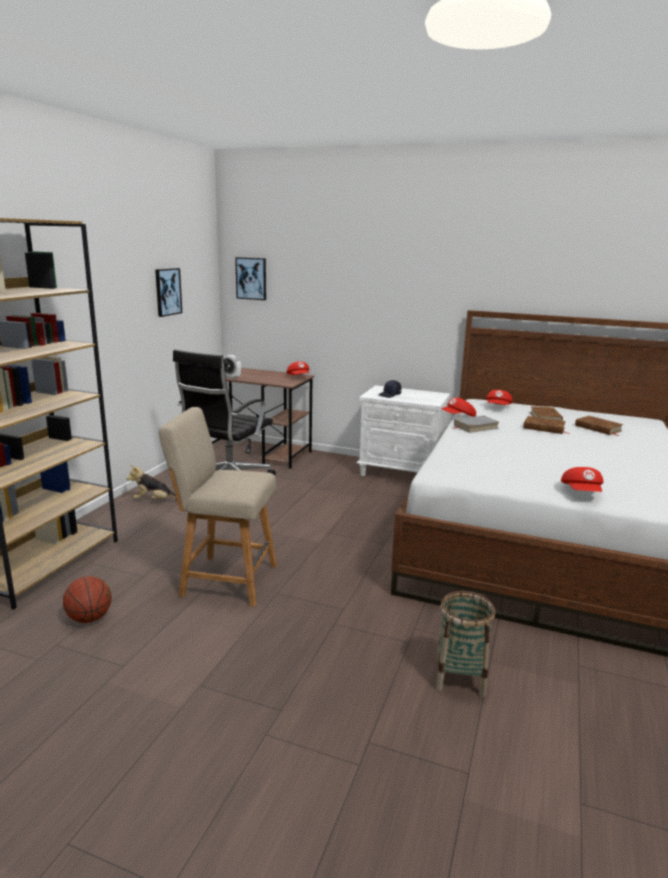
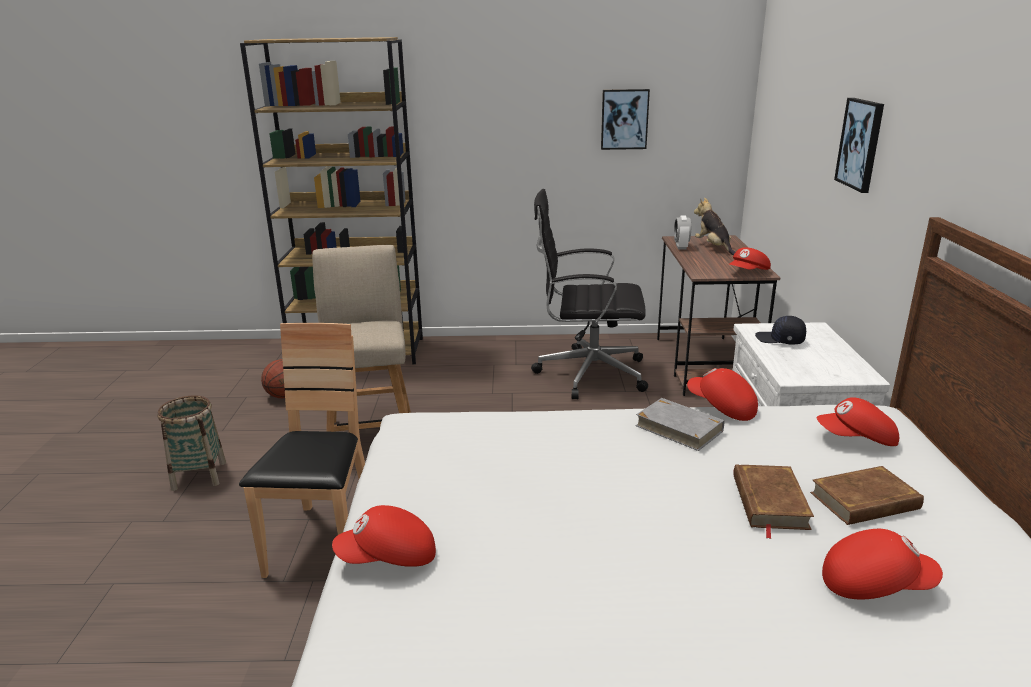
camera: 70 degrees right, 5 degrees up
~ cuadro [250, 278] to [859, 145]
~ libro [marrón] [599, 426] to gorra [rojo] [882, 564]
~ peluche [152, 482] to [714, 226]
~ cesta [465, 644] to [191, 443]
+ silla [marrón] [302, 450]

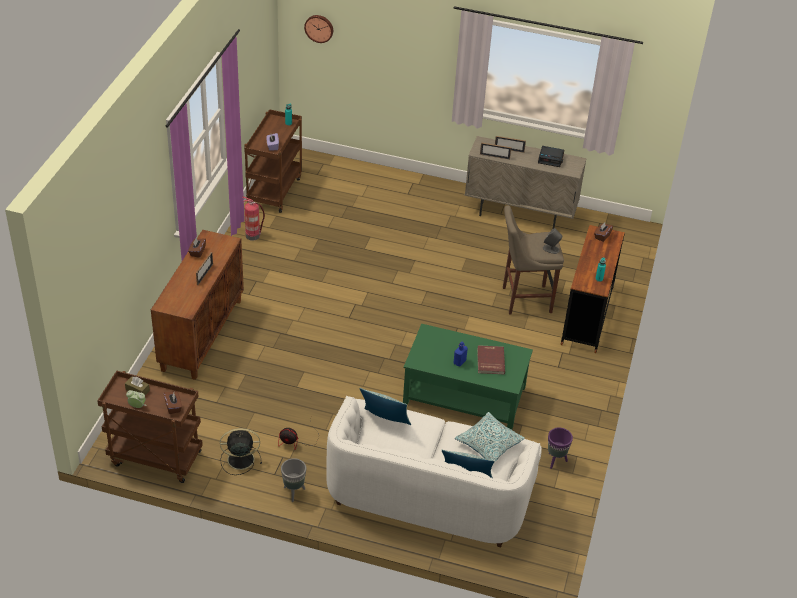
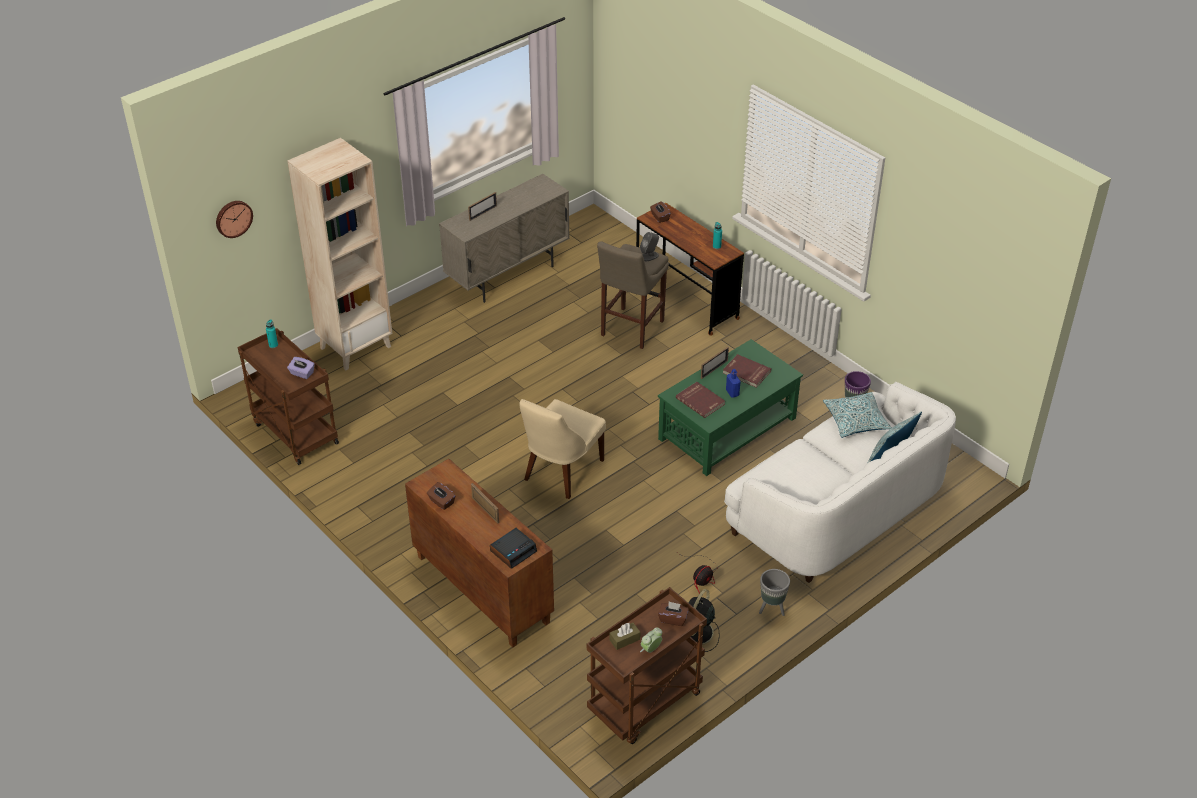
camera: 55 degrees left, 0 degrees up
~ portarretratos [495, 151] to [715, 363]
~ despertador [551, 156] to [513, 548]
- extintor [253, 219]
- cojín [385, 406]
+ estantería [beis] [339, 254]
+ libro [rojo] [700, 400]
+ silla [beis] [563, 449]

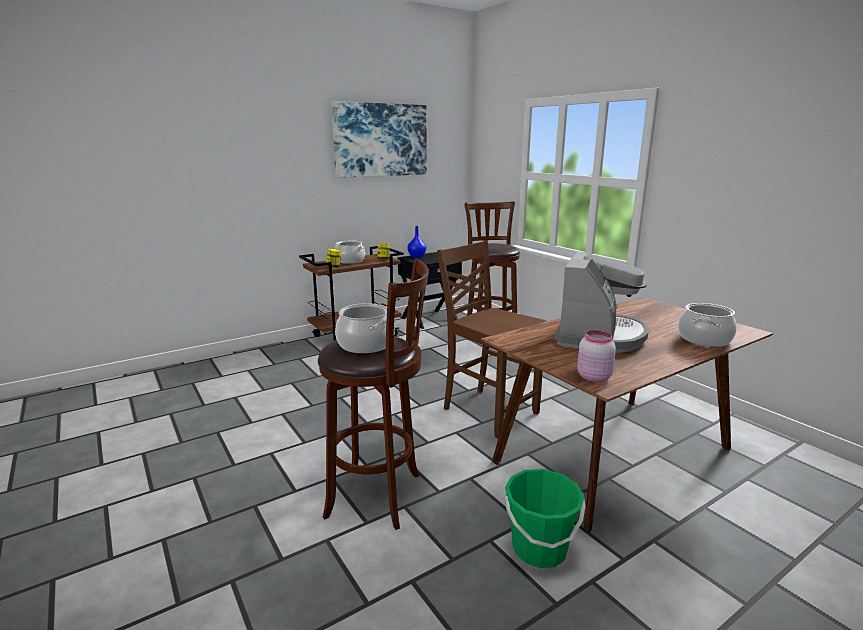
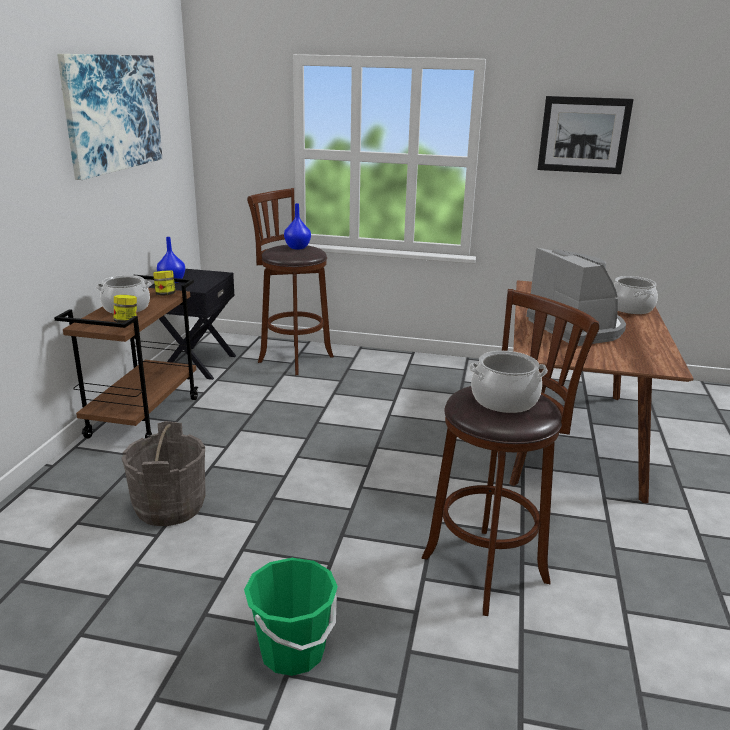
camera: 45 degrees left, 5 degrees up
- silla [marrón] [491, 339]
- tarro [rosa] [596, 356]
~ cubo [verde] [545, 518] to [291, 617]
+ cuadro [585, 135]
+ florero [azul] [297, 226]
+ cubo [gris] [163, 473]

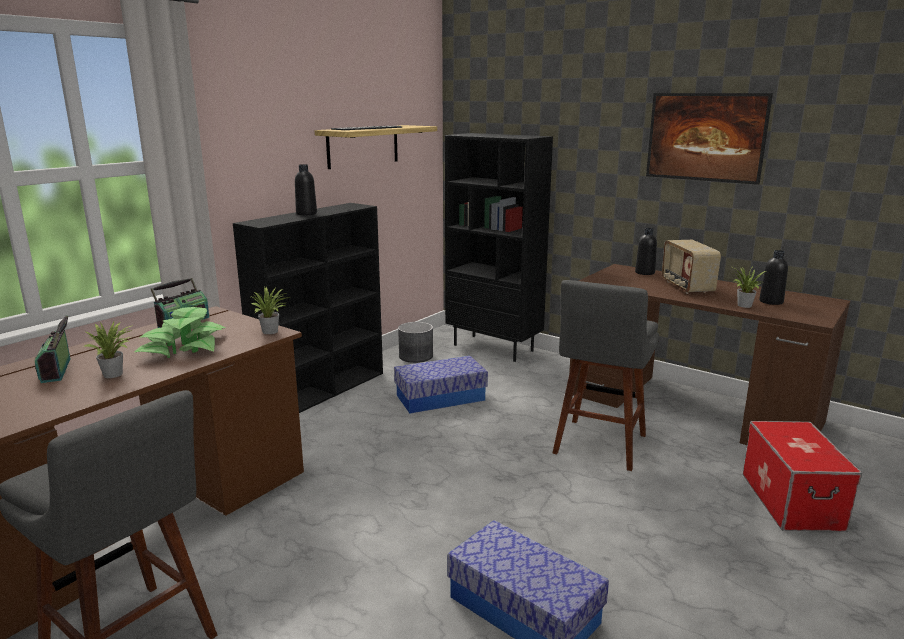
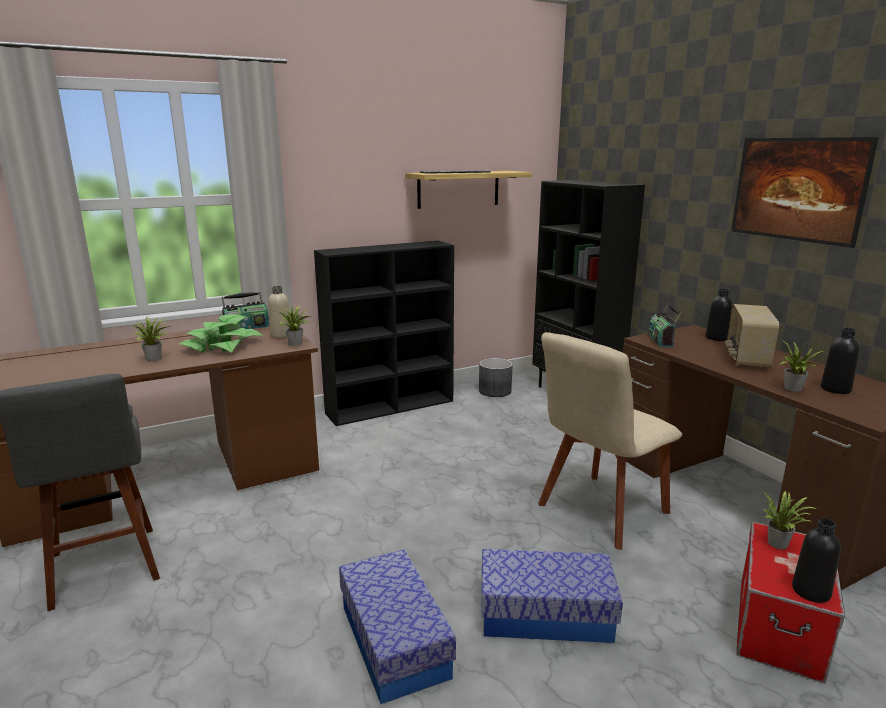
camera: 25 degrees right, 0 degrees up
~ botella [negro] [306, 190] to [816, 560]
~ taburete [gris] [605, 375] to silla [beis] [610, 441]
~ radio [52, 349] to [664, 325]
~ caja de almacenaje [441, 384] to [552, 596]
+ botella [beis] [279, 312]
+ planta en maceta [790, 520]

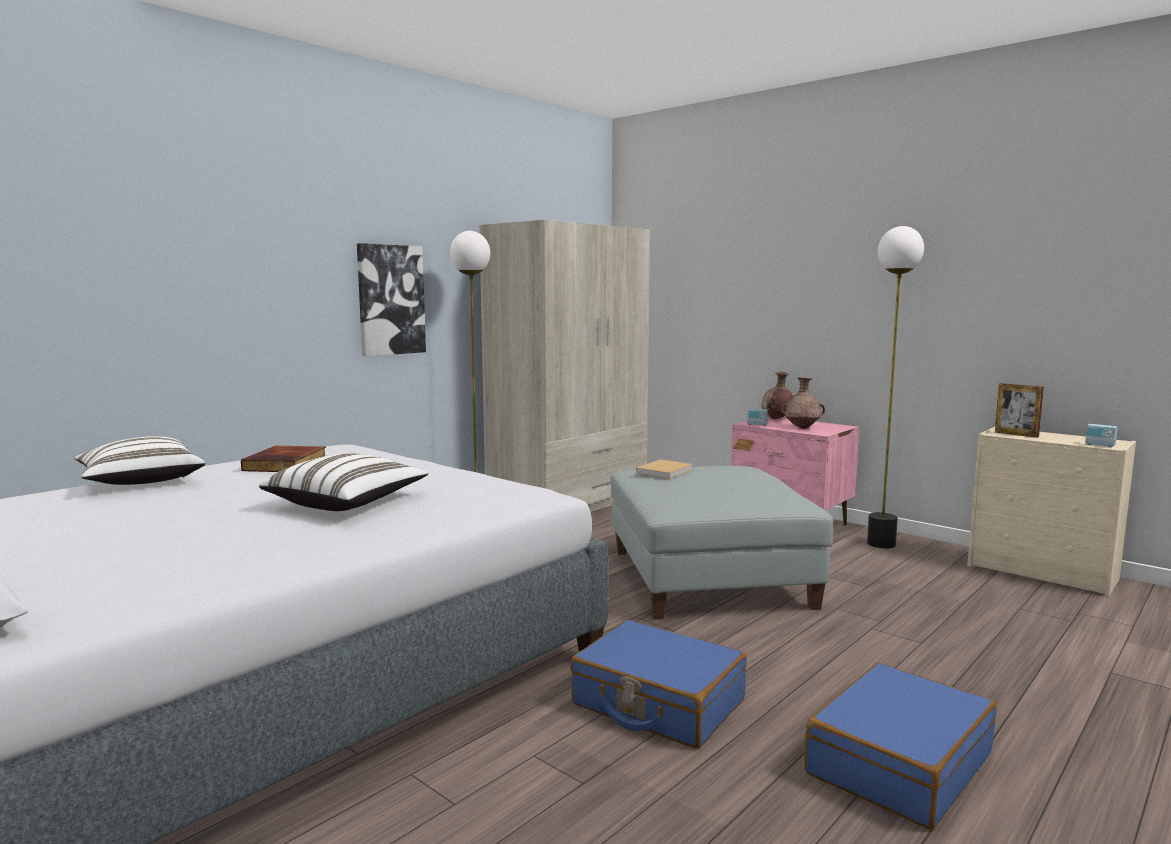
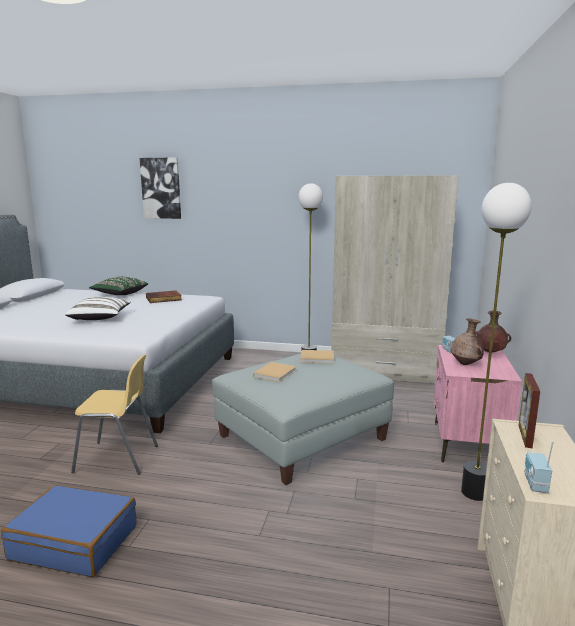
camera: 60 degrees right, 5 degrees up
~ cuadro [391, 299] to [160, 188]
~ cojín [blanco] [139, 460] to cojín [verde] [118, 286]
~ maleta [azul] [658, 684] to silla [amarillo] [114, 414]
+ libro [beis] [274, 372]

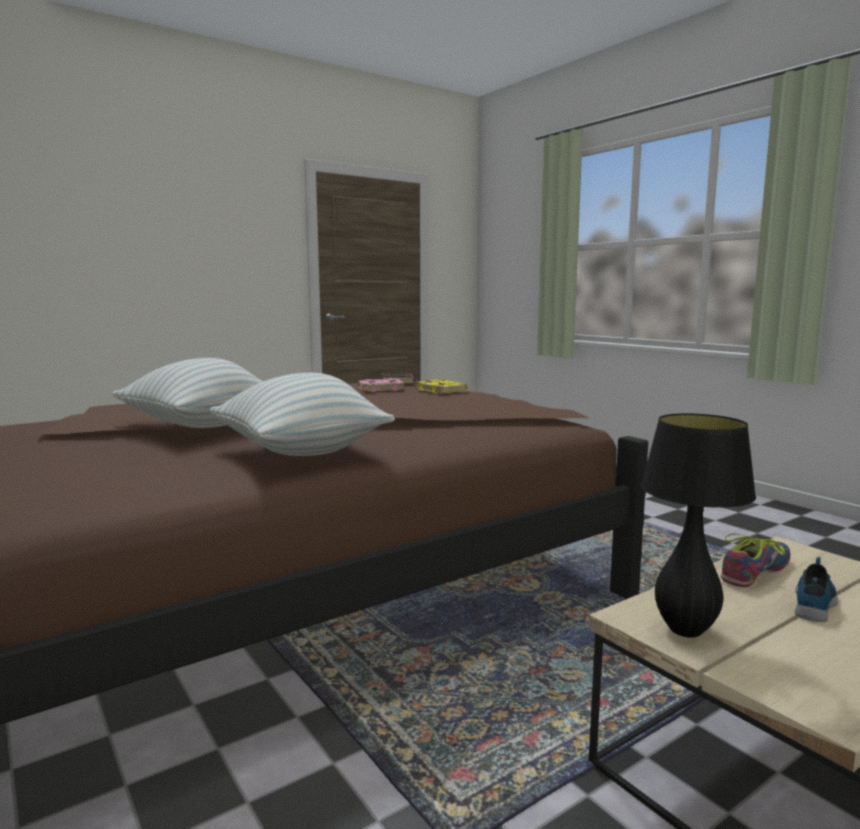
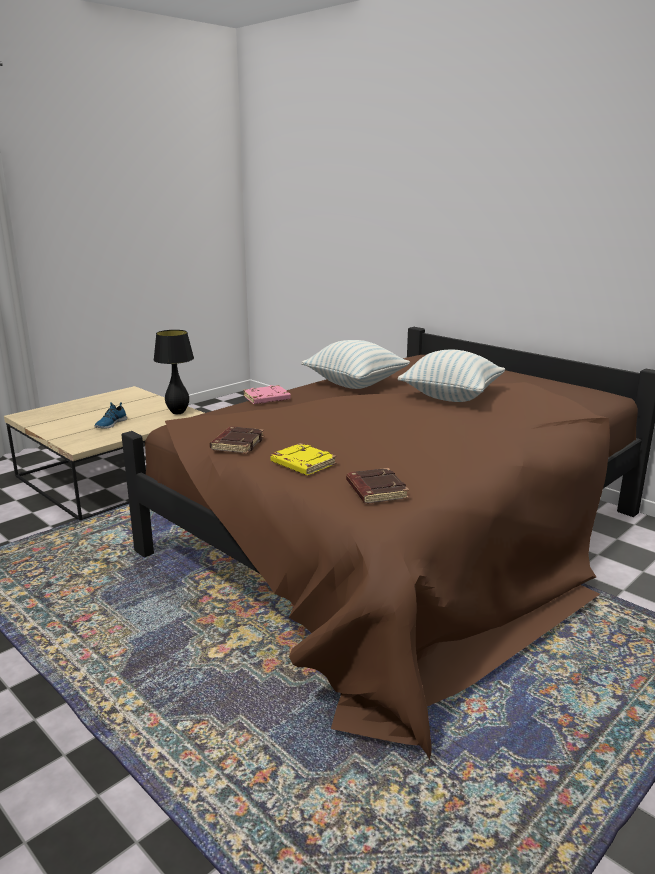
camera: 170 degrees right, 10 degrees up
~ libro [rosa] [381, 385] to [267, 394]
- zapato [756, 560]
+ libro [marrón] [237, 440]

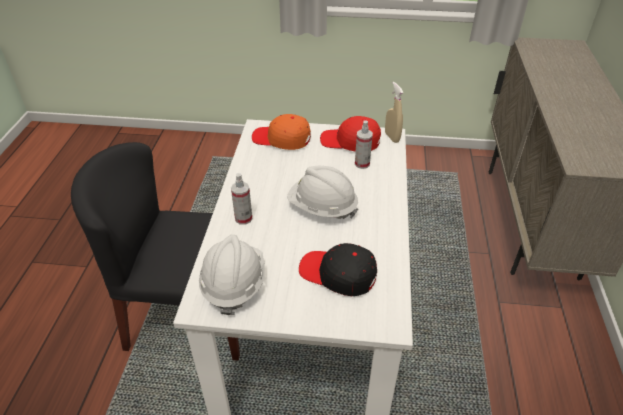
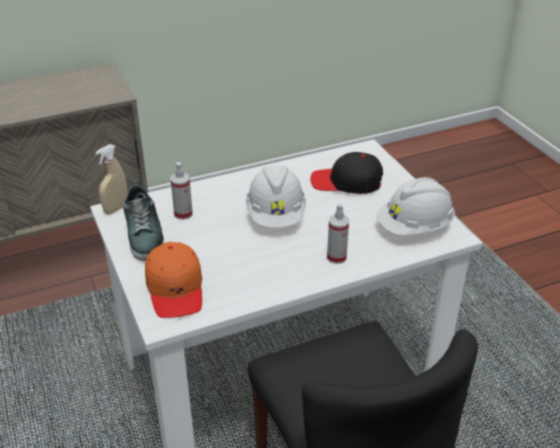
camera: 120 degrees left, 5 degrees down
~ gorra [rojo] [350, 134] to zapato [143, 220]
~ gorra [negro] [338, 269] = [346, 173] 105 degrees clockwise

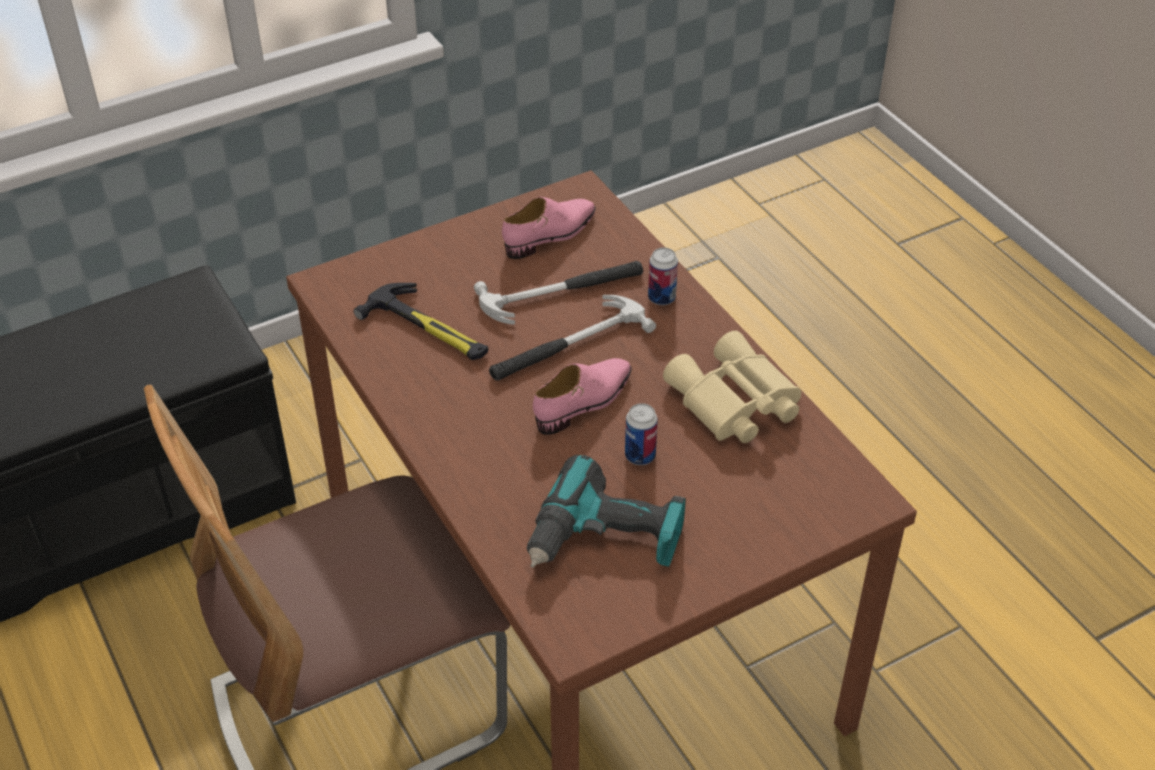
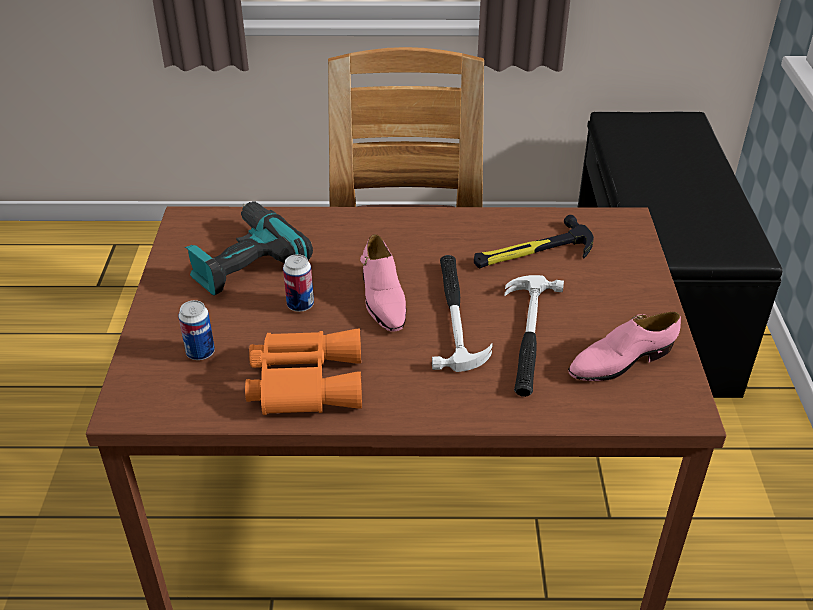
camera: 120 degrees right, 5 degrees down
~ zapato [rosa] [549, 228] = [624, 346] 75 degrees clockwise
~ lata [663, 276] to [196, 330]
~ prismáticos [beis] [732, 387] to prismáticos [naranja] [303, 372]

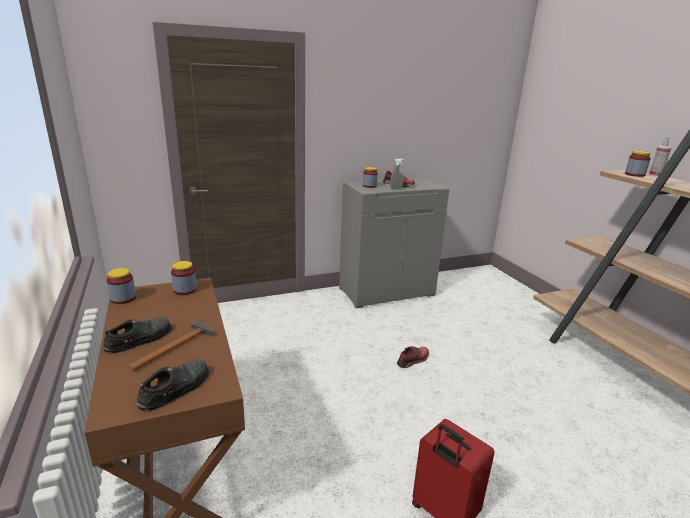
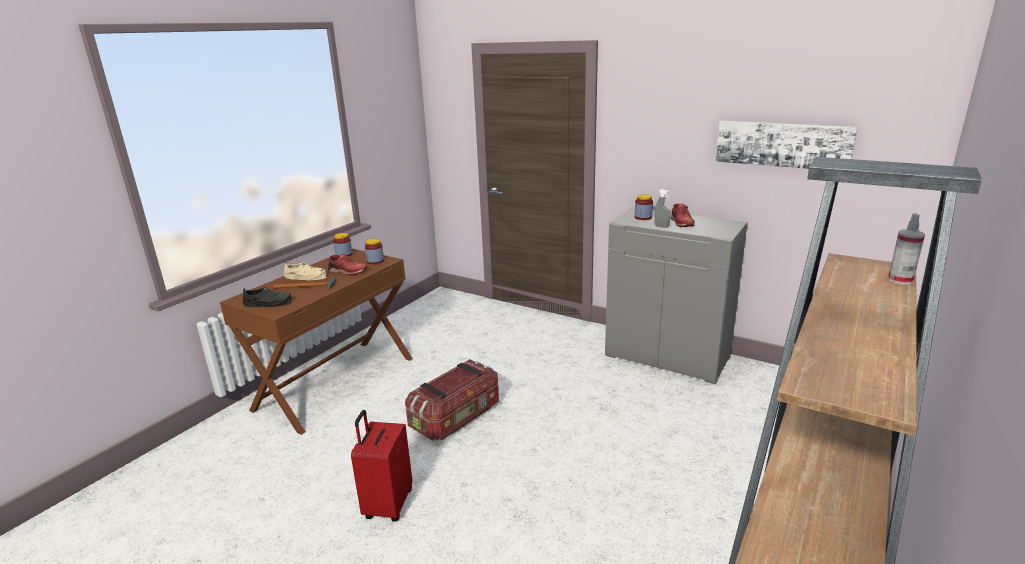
camera: 55 degrees right, 0 degrees up
- tarro [638, 164]
~ zapato [negro] [137, 335] to zapato [beis] [305, 271]
~ zapato [rojo] [413, 357] to [347, 264]
+ cuadro [786, 145]
+ caja de almacenaje [452, 400]

